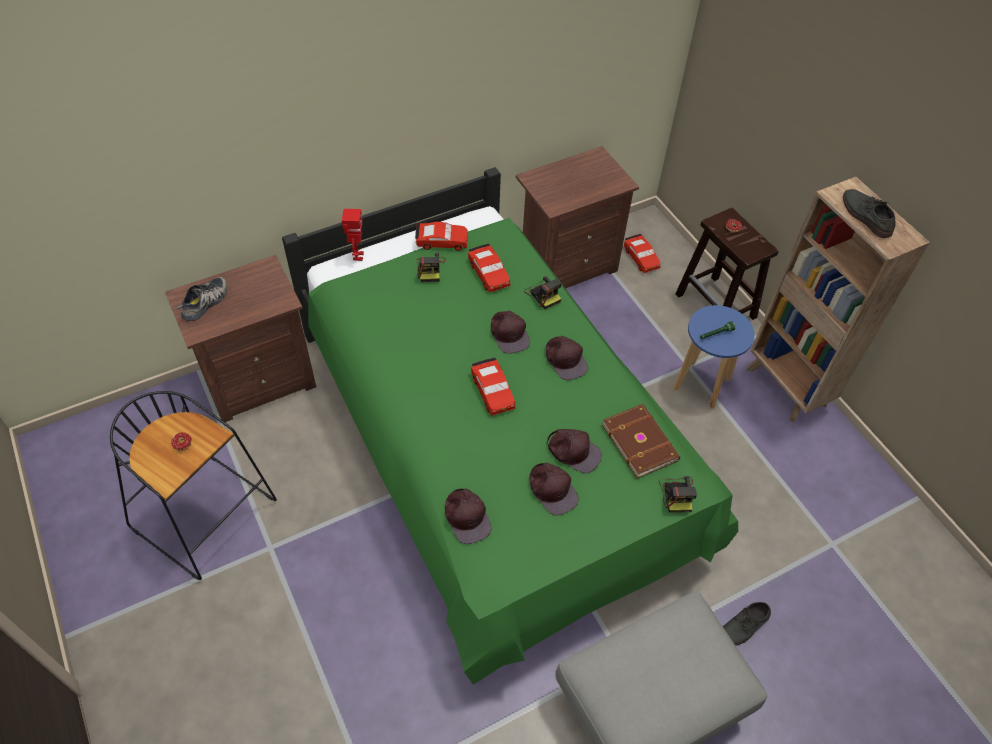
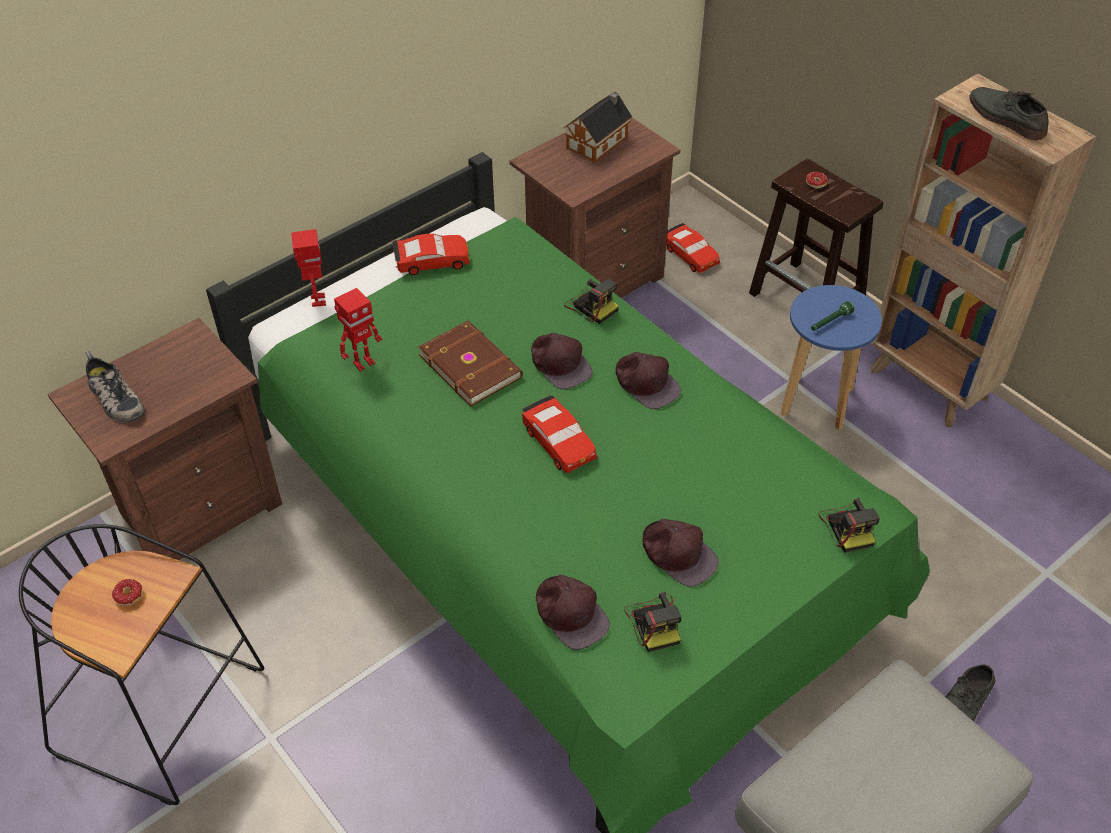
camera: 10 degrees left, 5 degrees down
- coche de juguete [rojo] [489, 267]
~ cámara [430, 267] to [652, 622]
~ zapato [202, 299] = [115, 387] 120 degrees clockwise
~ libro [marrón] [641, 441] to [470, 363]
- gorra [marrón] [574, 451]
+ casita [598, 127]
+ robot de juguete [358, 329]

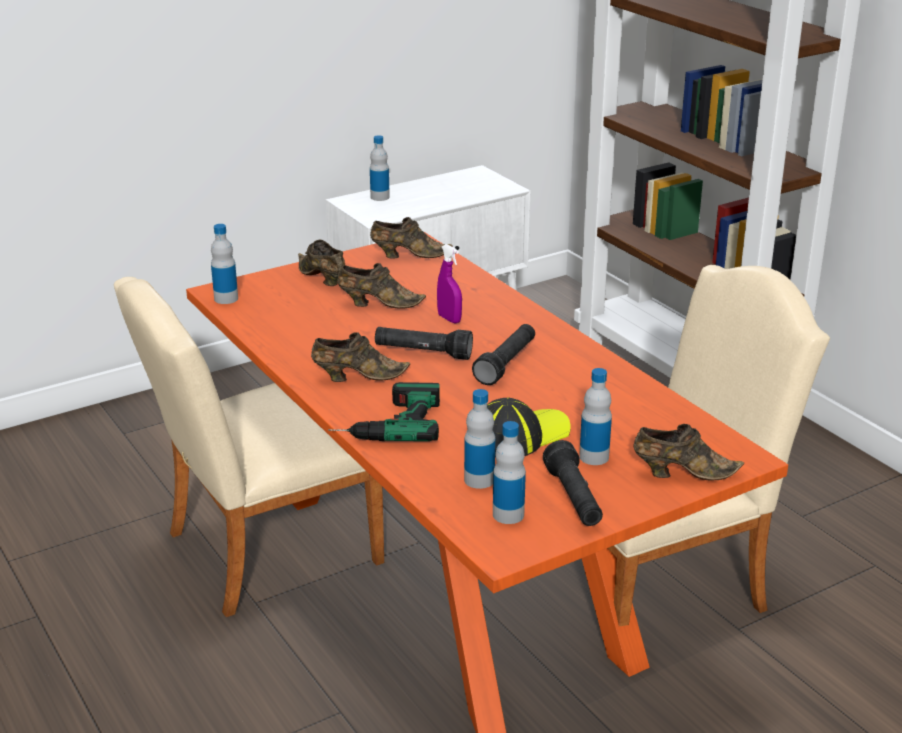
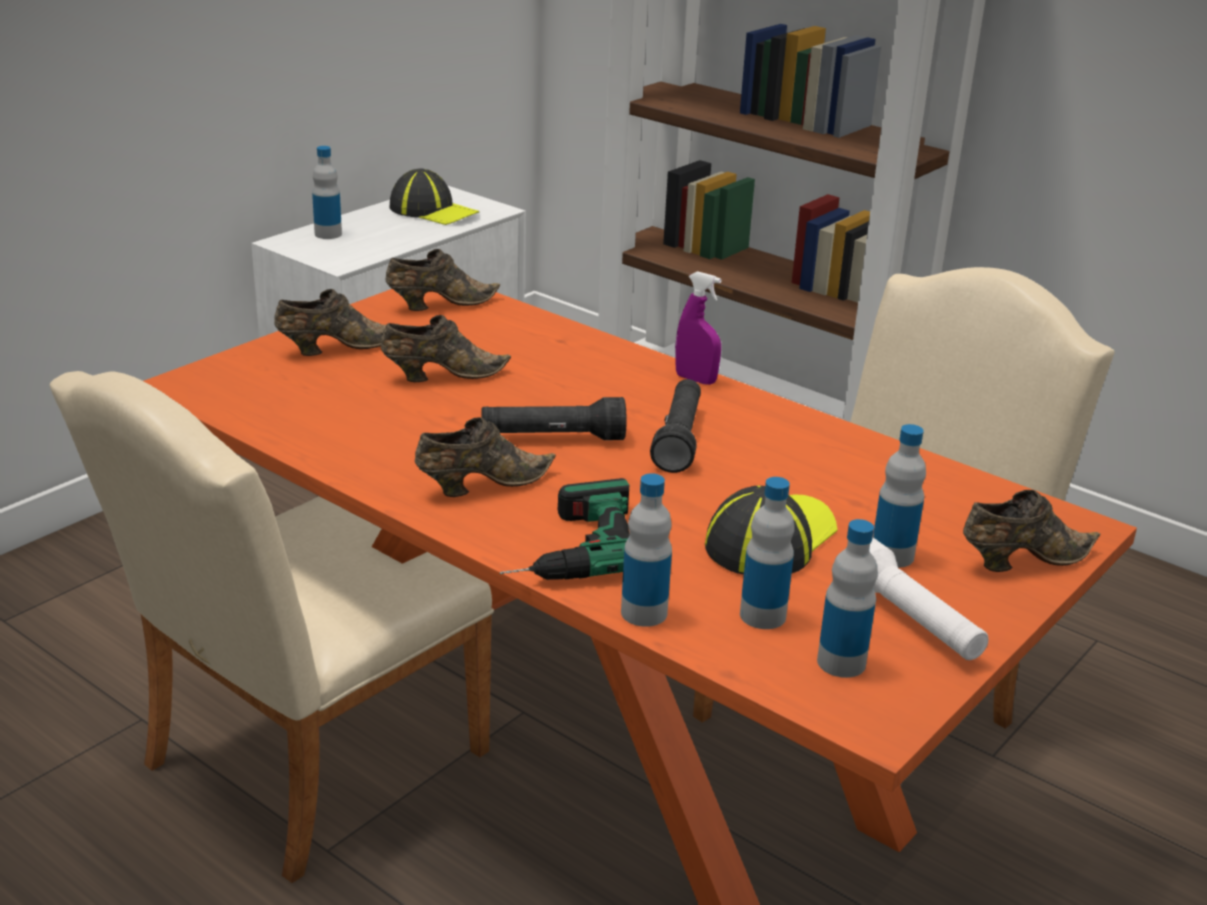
camera: 20 degrees left, 0 degrees up
~ botella [224, 264] to [646, 550]
~ zapato [marrón] [321, 263] = [337, 322] 120 degrees clockwise
~ pulverizador [morado] [449, 284] to [698, 328]
~ linterna [negro] [573, 483] to linterna [blanco] [928, 599]
+ gorra [434, 197]

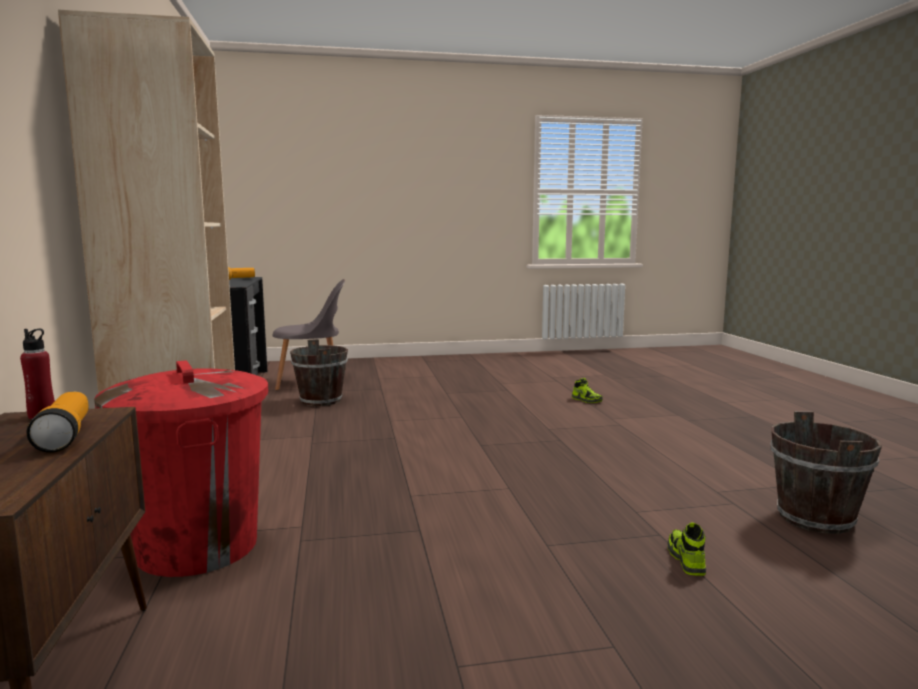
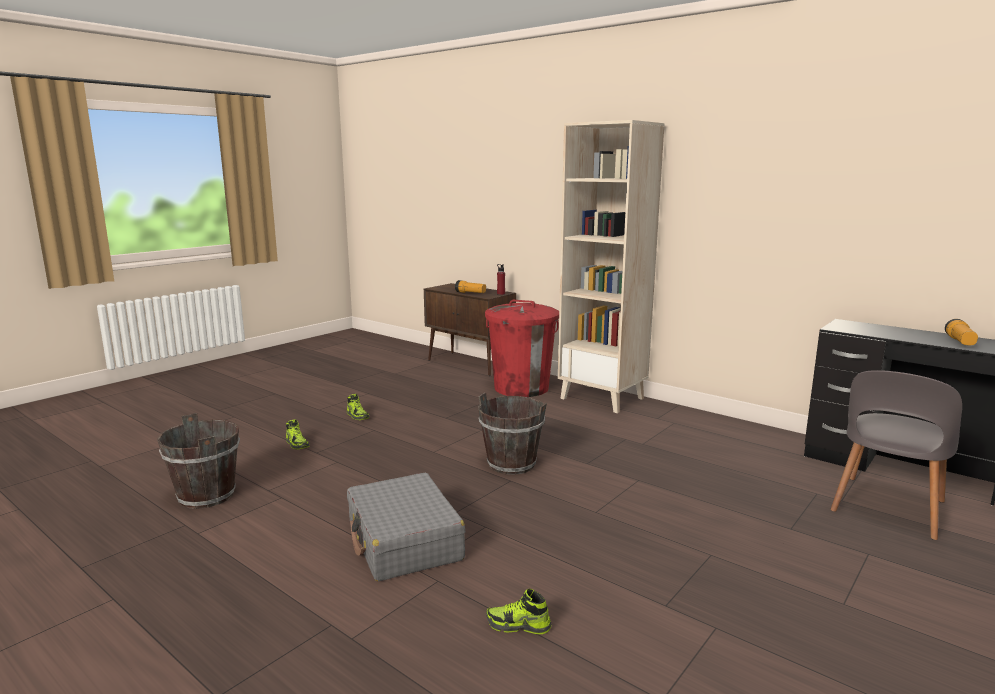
camera: 140 degrees right, 5 degrees up
~ cubo [marrón] [319, 372] to [512, 434]
+ zapato [358, 407]
+ maleta [gris] [406, 527]

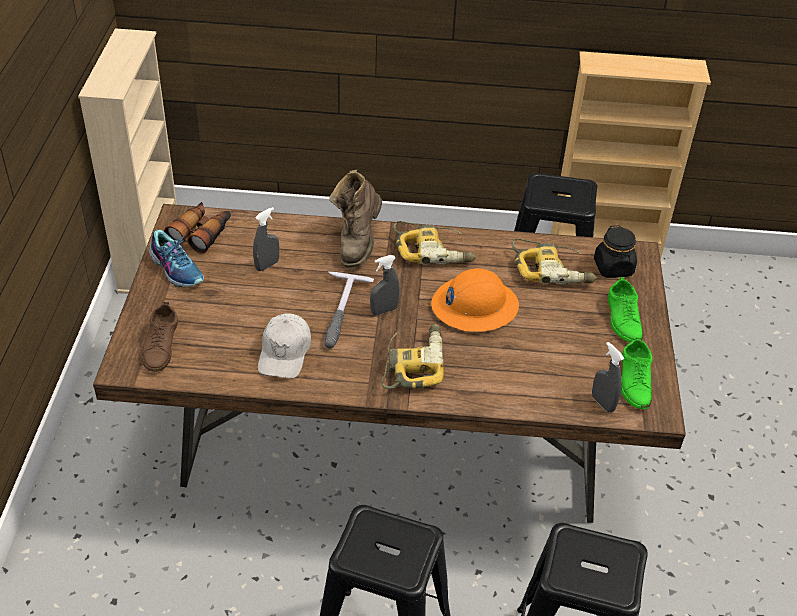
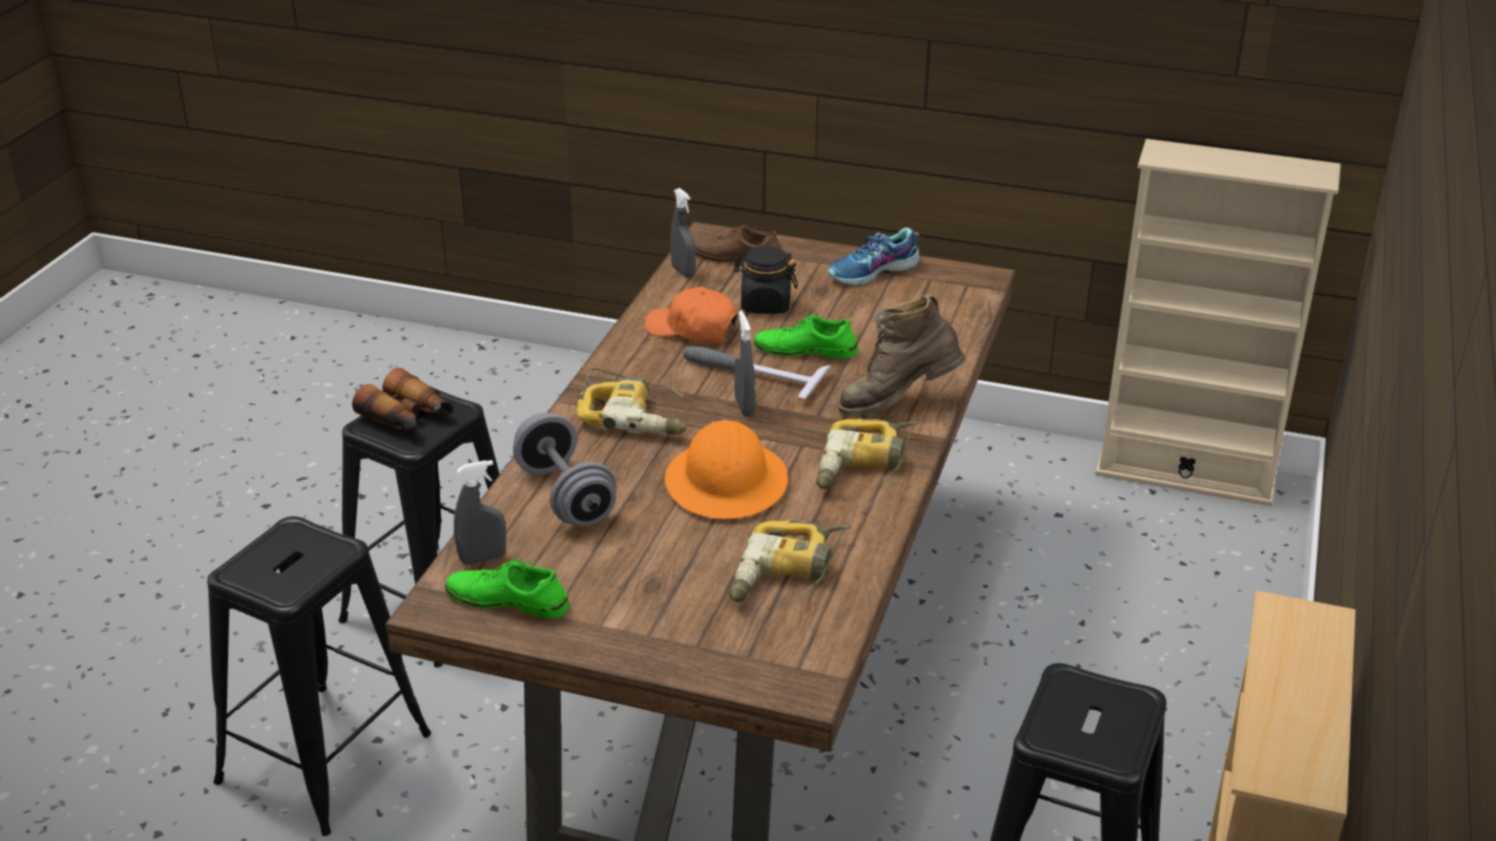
camera: 105 degrees right, 10 degrees down
~ bota [marrón] [355, 219] = [901, 355] 45 degrees counterclockwise
~ prismáticos [197, 228] to [402, 400]
~ pulverizador [gris] [266, 239] to [683, 233]
~ tarro [negro] [615, 251] to [766, 280]
~ zapato [verde] [625, 309] to [805, 336]
~ gorra [blanco] [284, 346] to gorra [naranja] [691, 315]
+ mancuerna [gris] [565, 469]

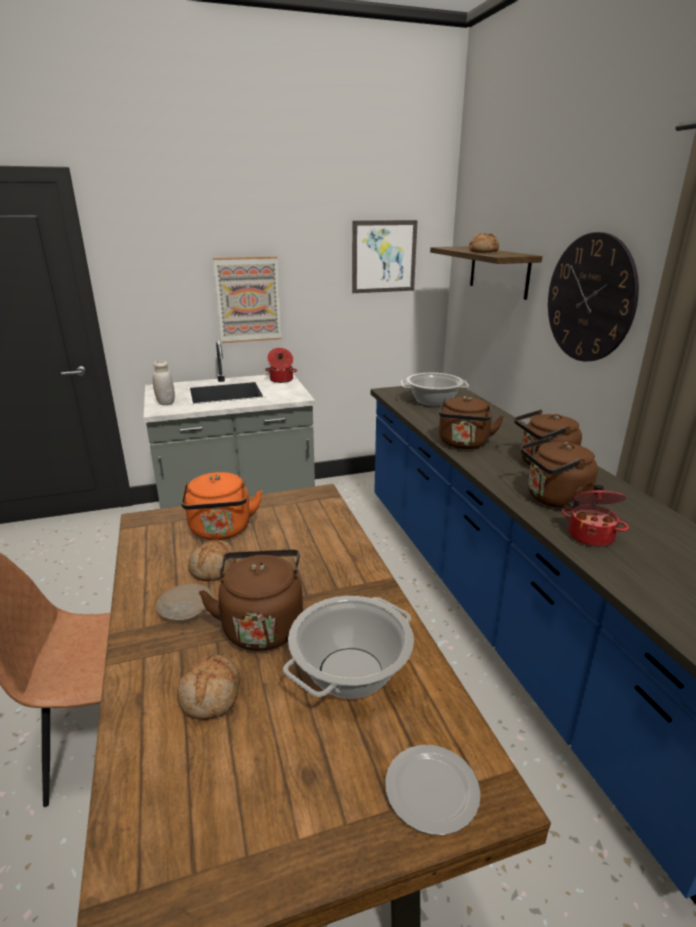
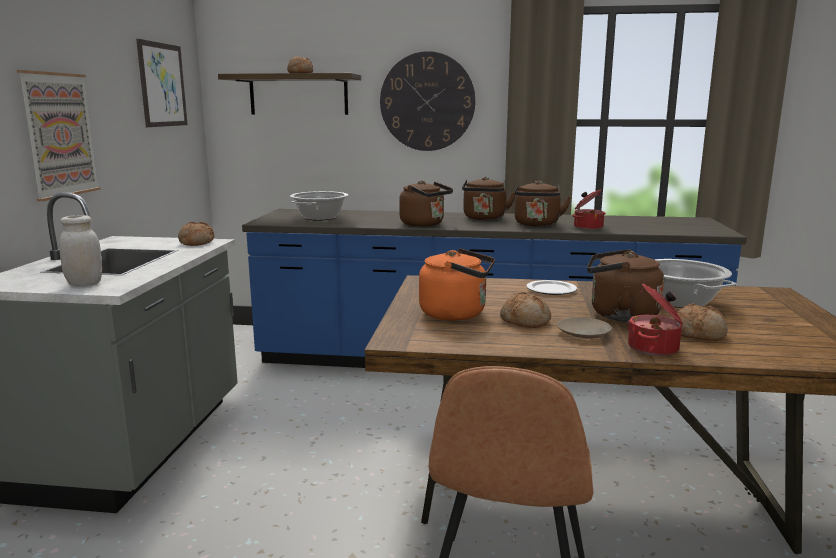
camera: 65 degrees left, 10 degrees down
~ olla [281, 365] to [655, 319]
~ plato [432, 790] to [551, 287]
+ pan [196, 234]

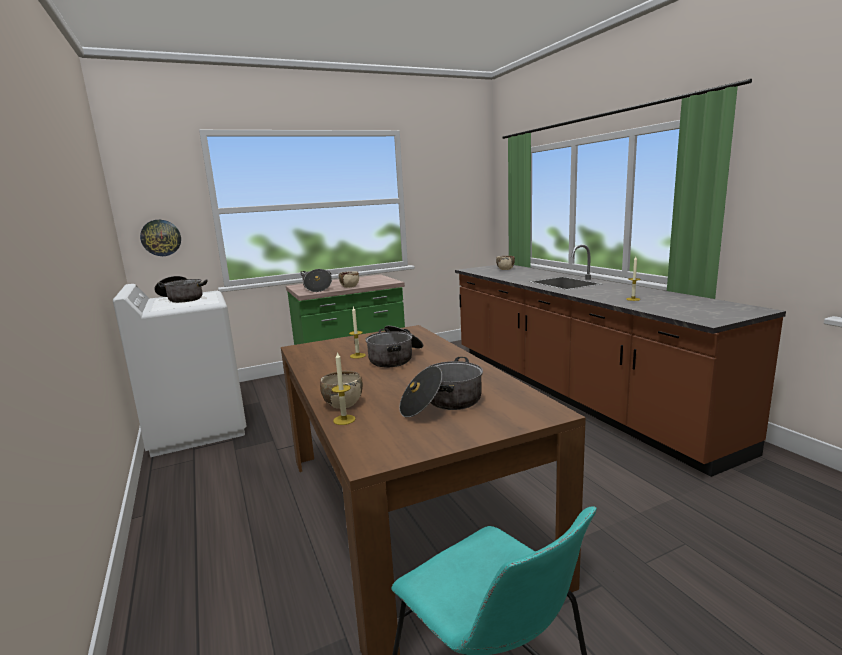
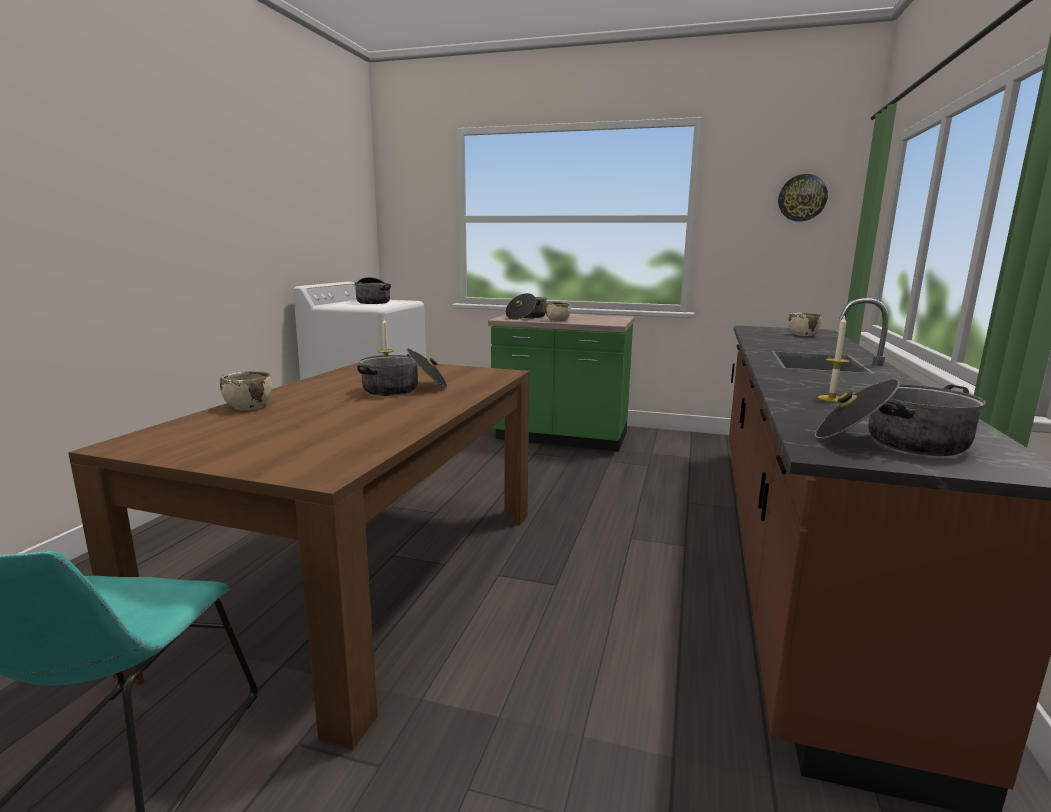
camera: 40 degrees right, 0 degrees up
~ reloj de pared [160, 238] to [803, 198]
- vela [343, 388]
~ olla [441, 387] to [900, 417]

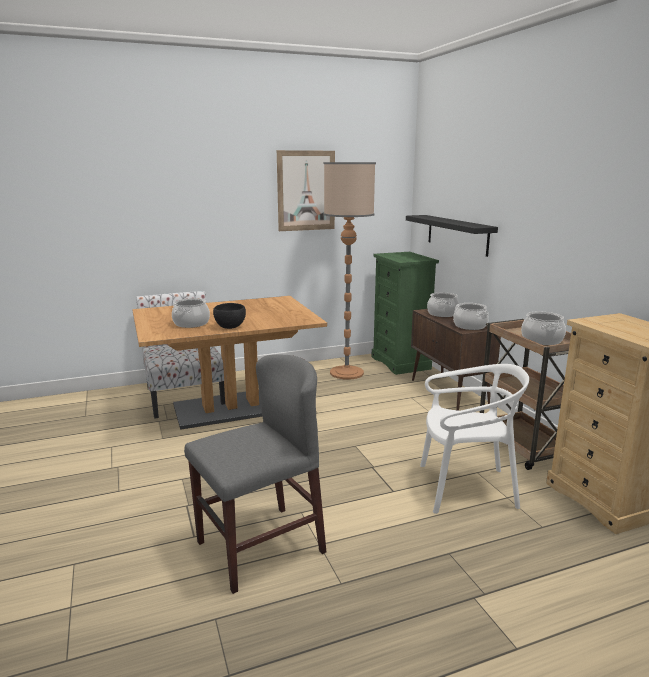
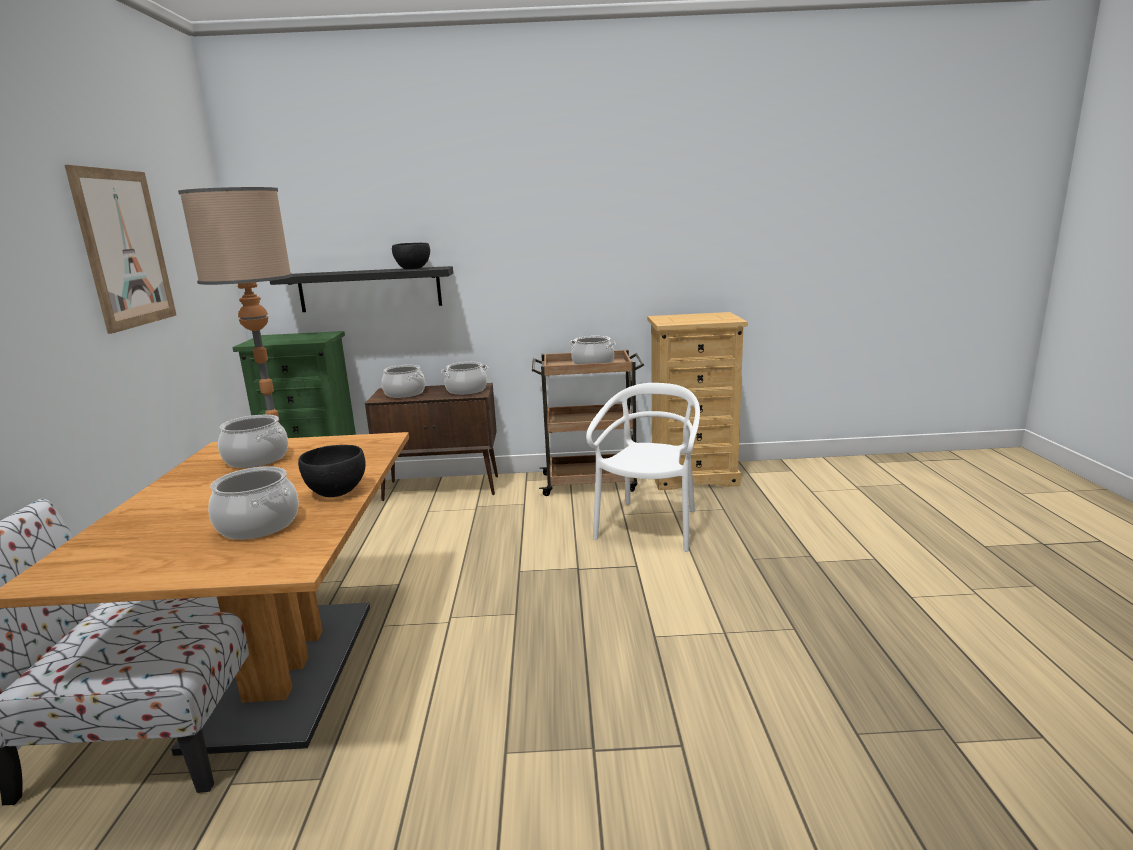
camera: 70 degrees left, 0 degrees up
- silla [gris] [255, 474]
+ cuenco [negro] [411, 256]
+ olla [253, 441]

